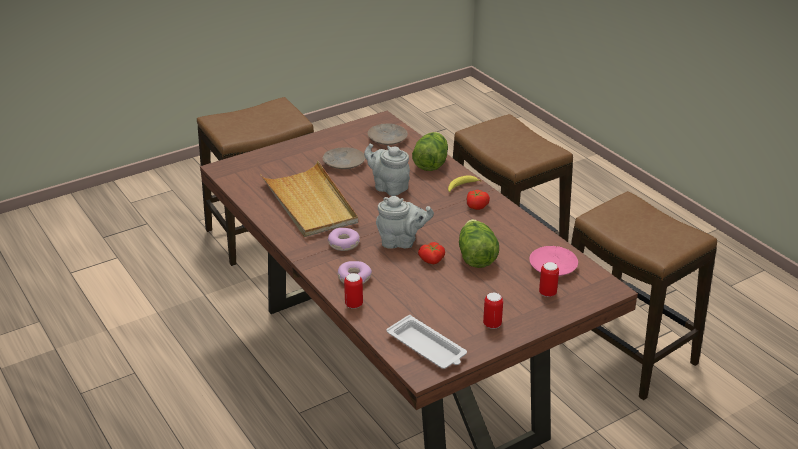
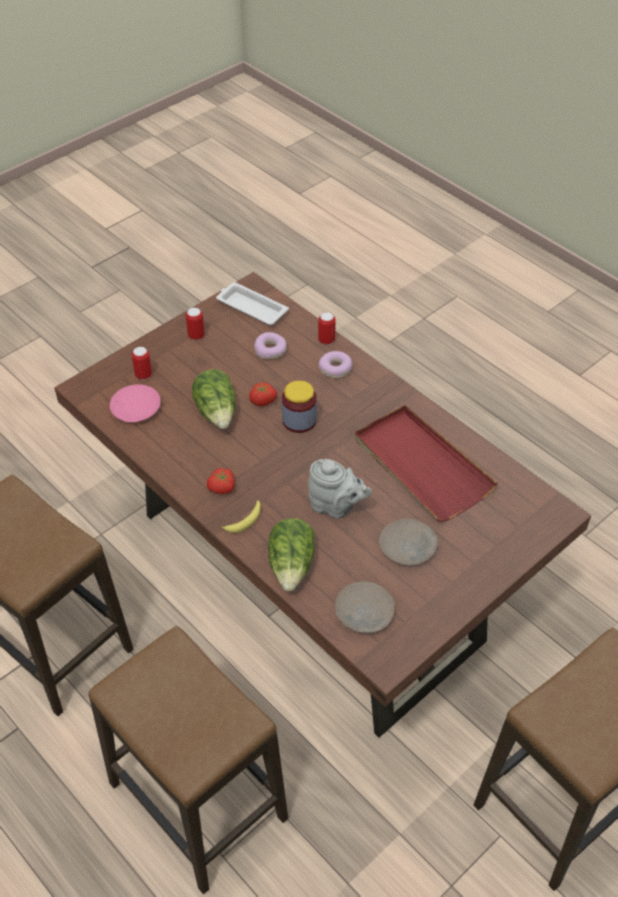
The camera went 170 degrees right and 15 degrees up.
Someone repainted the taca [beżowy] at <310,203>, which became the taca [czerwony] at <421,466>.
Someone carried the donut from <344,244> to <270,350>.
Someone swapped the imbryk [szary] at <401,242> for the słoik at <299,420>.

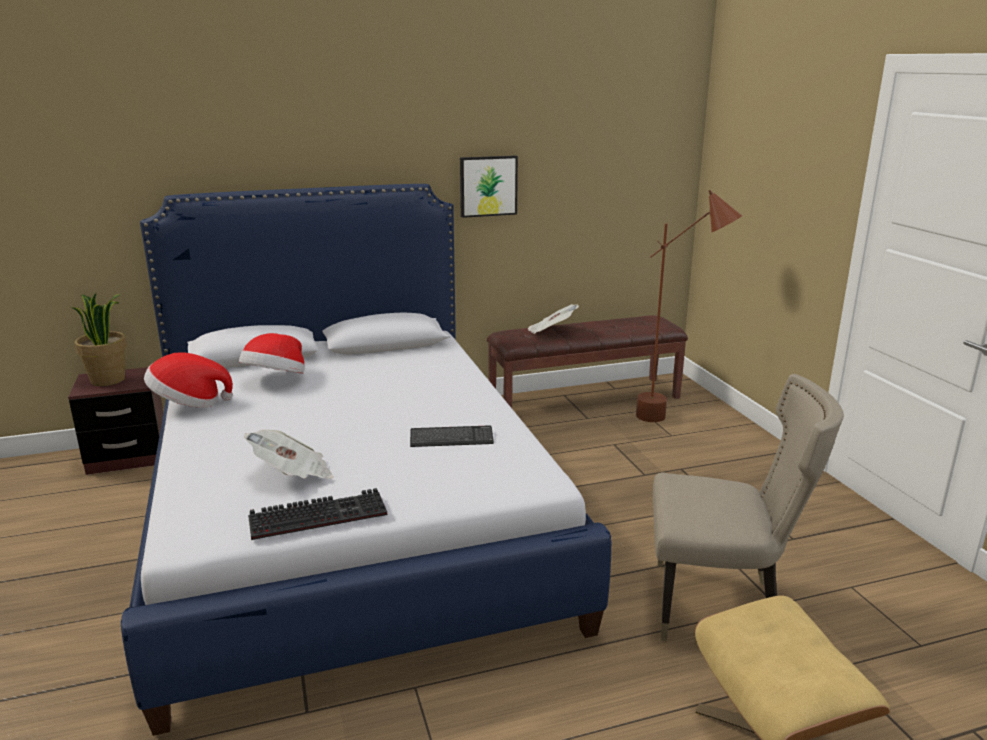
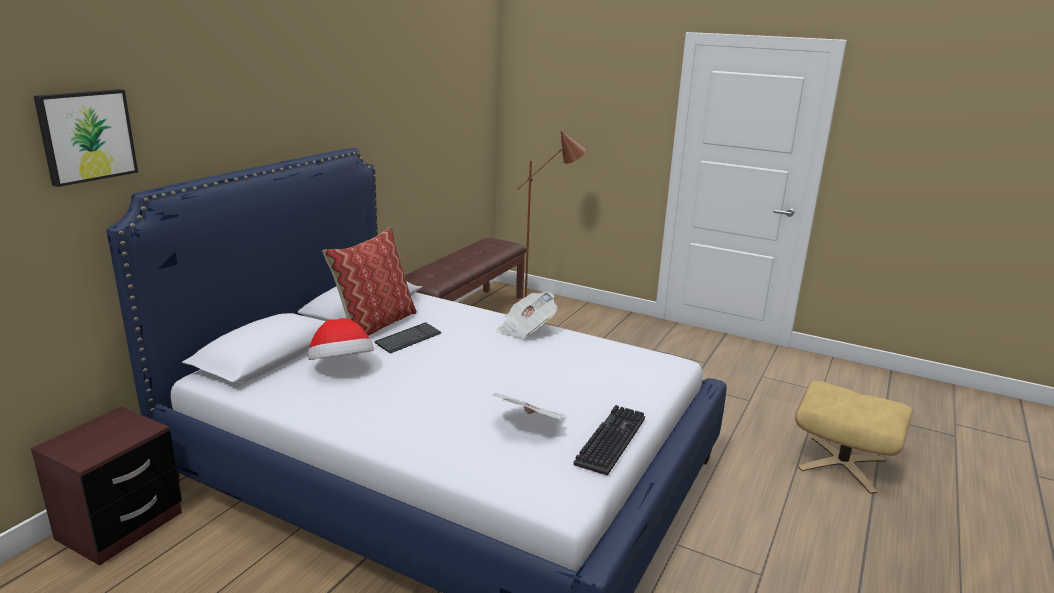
The camera went 45 degrees left and 0 degrees up.
Someone took away the roślina doniczkowa at <109,379>.
Someone took away the kapelusz at <189,403>.
Someone carried the klawiatura from <451,438> to <408,339>.
Someone carried the obraz from <488,186> to <86,136>.
Someone carried the gazeta from <551,332> to <525,329>.
Someone took away the krzesło [beżowy] at <720,605>.
Someone put down the poduszka at <375,324>.

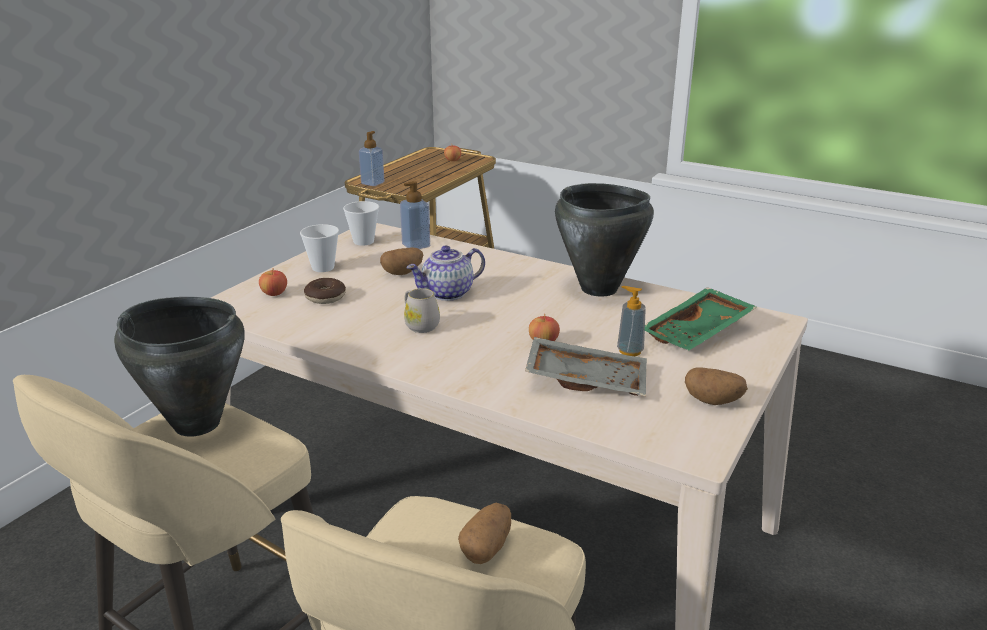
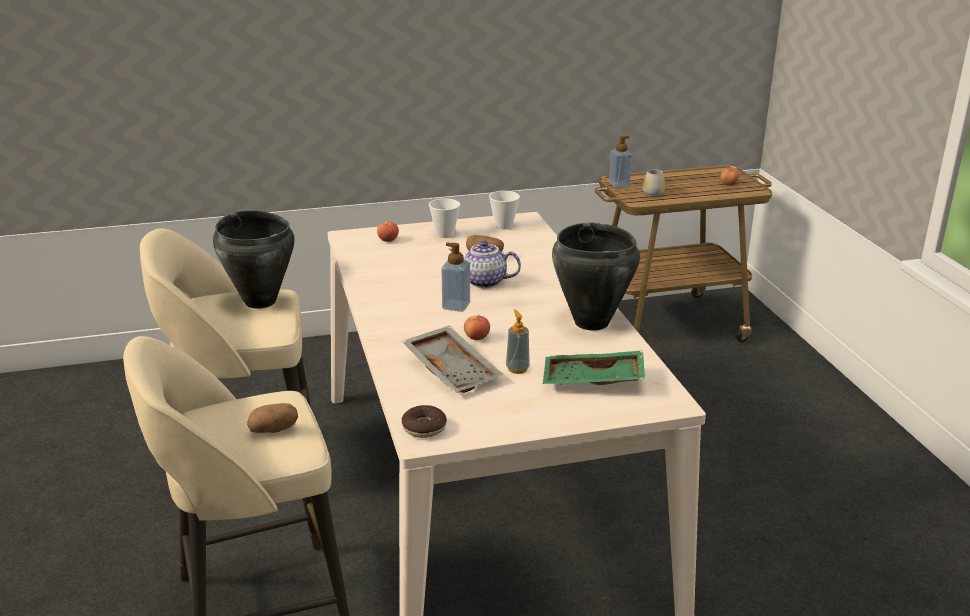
The camera went 45 degrees right and 0 degrees up.
Someone carried the donut from <325,297> to <424,428>.
Someone carried the dozownik mydła from <416,245> to <456,306>.
Someone carried the kubek [biały] from <419,325> to <653,192>.
Someone took away the ziemniak at <713,401>.

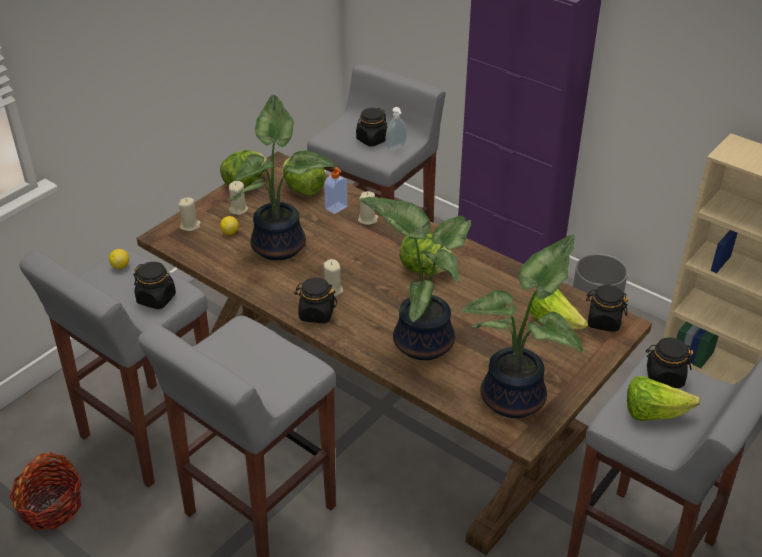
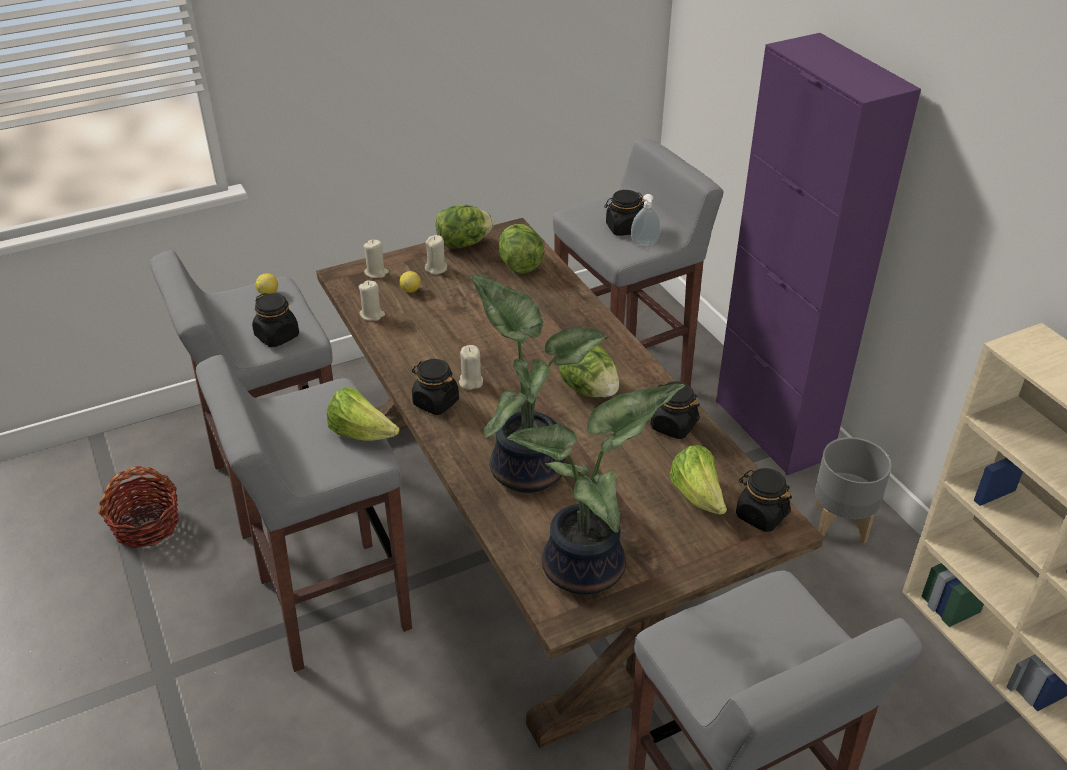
The camera went 25 degrees right and 0 degrees up.
Someone took away the roślina doniczkowa at <281,245>.
Someone took away the dozownik mydła at <337,208>.
Someone carried the świeca [beżowy] from <368,219> to <372,314>.
Someone carried the sałata from <653,413> to <361,433>.
Someone carried the słoik [czarny] from <664,377> to <673,426>.

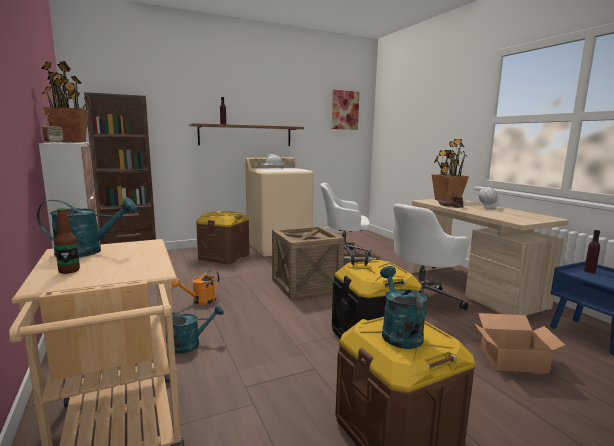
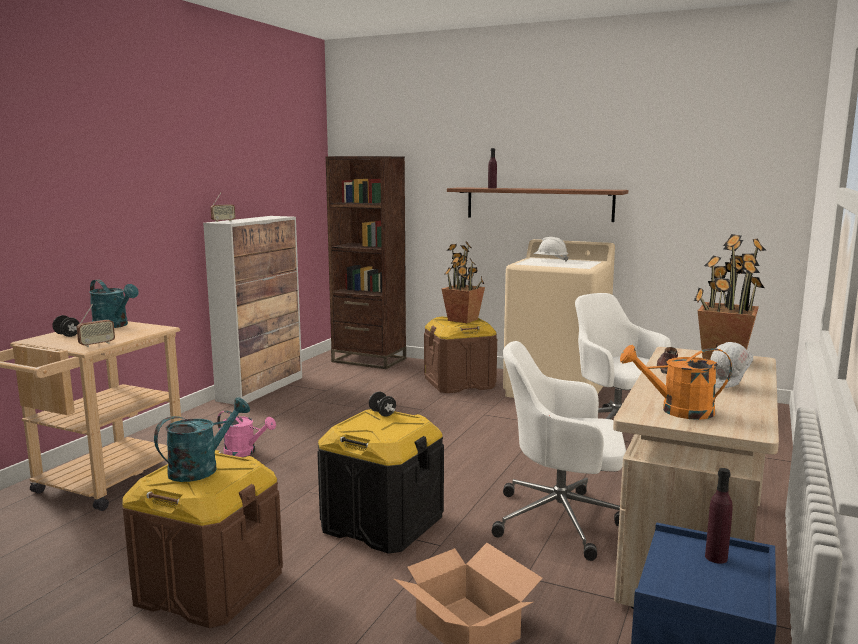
The camera went 50 degrees right and 0 degrees up.
Someone carried the roślina doniczkowa from <71,142> to <462,320>.
Someone swapped the butelka at <69,270> for the hantel [czarny] at <67,335>.
Someone repainted the konewka [turkusowy] at <190,344>, which became the konewka [różowy] at <245,452>.
Someone carried the konewka [pomarańczowy] from <200,301> to <677,411>.
Someone took away the skrzynka at <306,285>.
Someone took away the obraz at <345,110>.
Someone put down the radio at <97,344>.

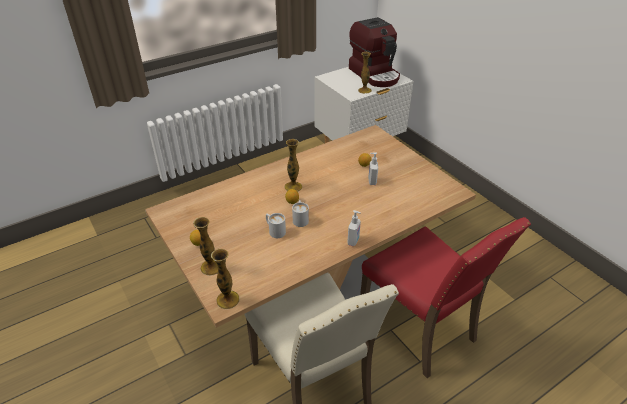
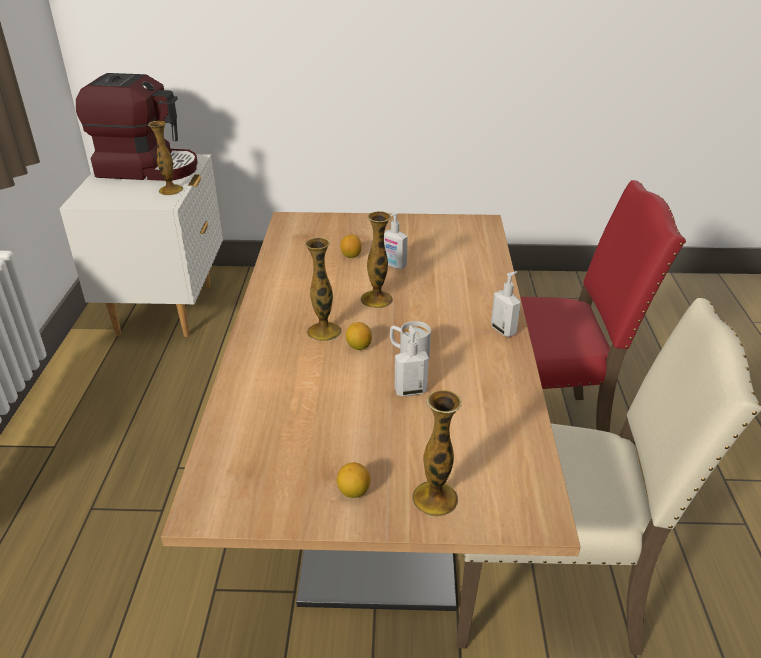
The camera went 55 degrees left and 5 degrees down.
Someone carried the wazon from <228,299> to <376,299>.
Someone swapped the kubek [biały] at <274,231> for the dozownik mydła at <410,391>.

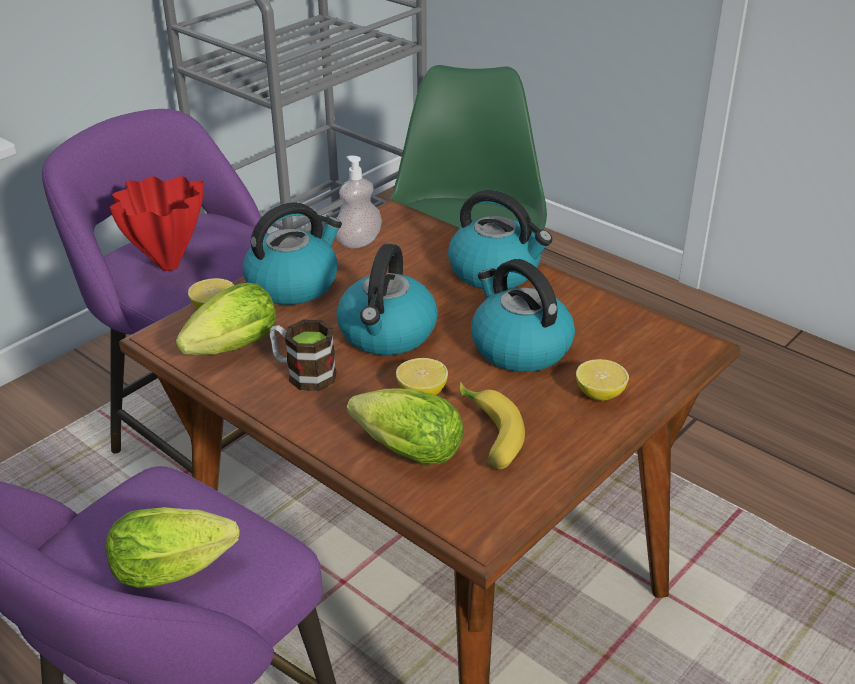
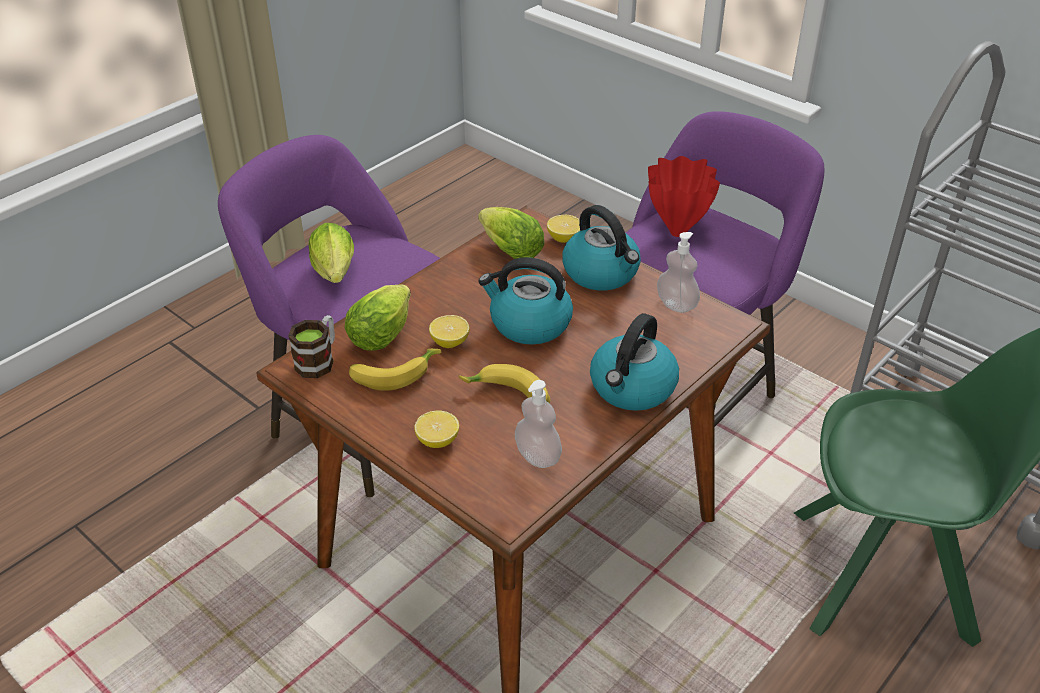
The camera went 90 degrees right and 5 degrees up.
Someone carried the kubek from <303,374> to <319,360>.
Someone swapped the czajnik at <519,347> for the banan at <508,397>.
Someone put down the dozownik mydła at <537,456>.

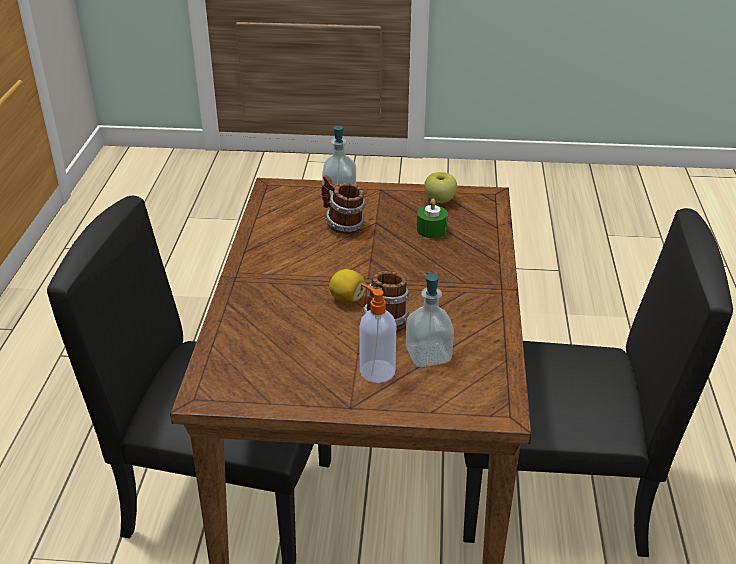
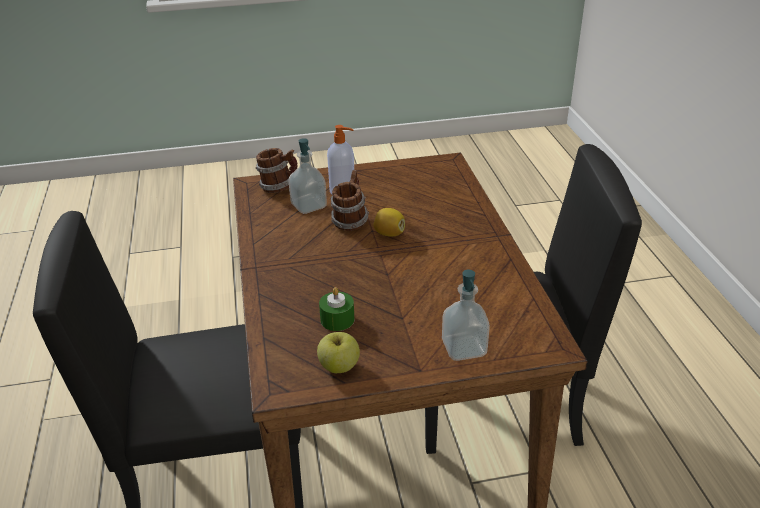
The camera went 165 degrees right and 0 degrees up.
Someone carried the kubek from <342,225> to <279,187>.

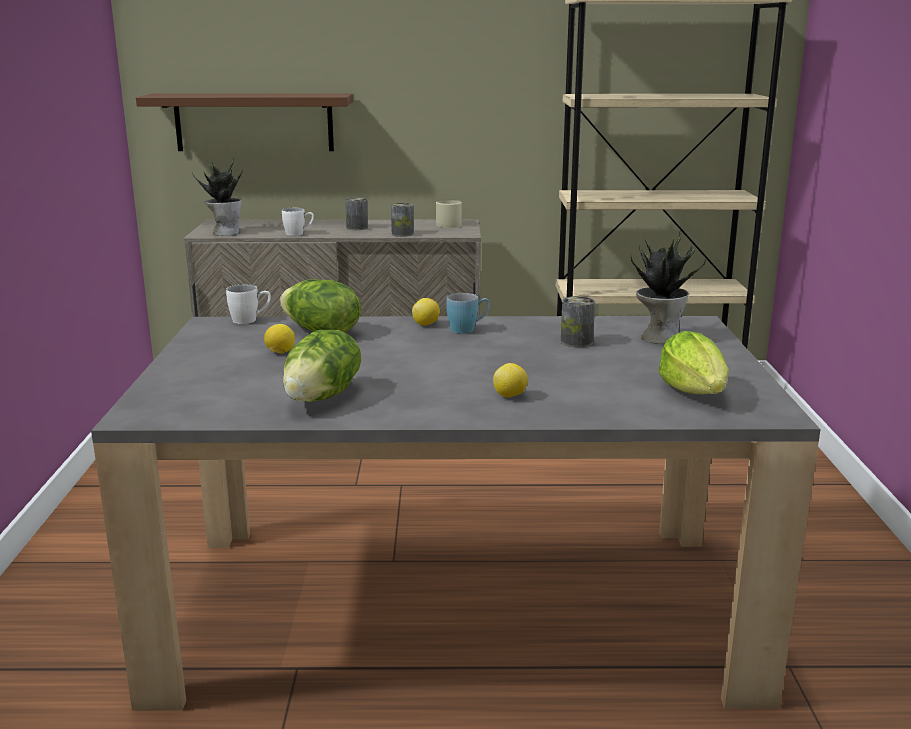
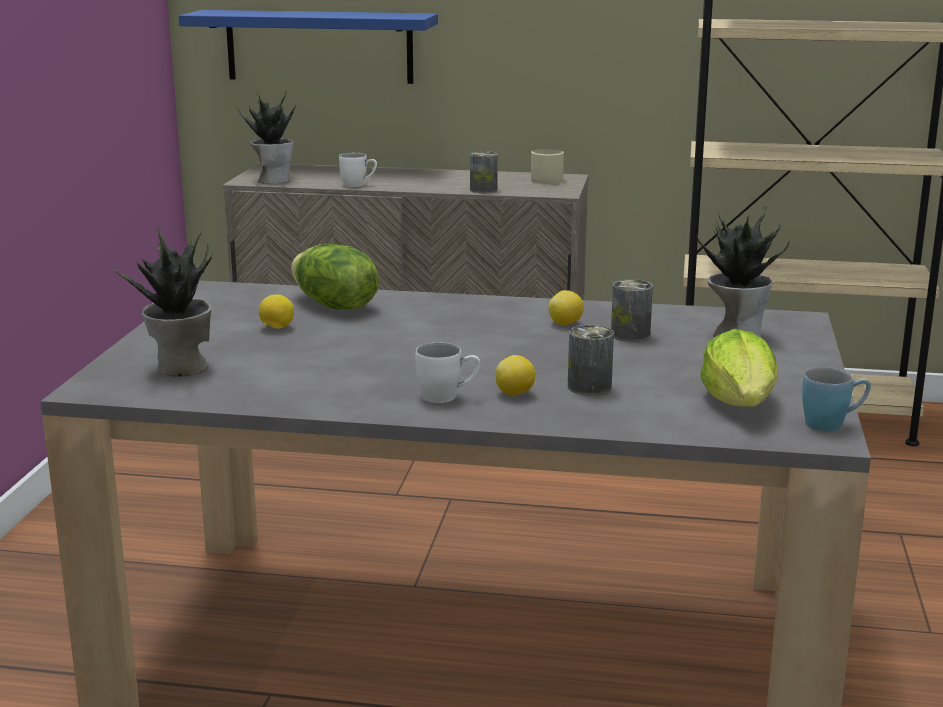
The camera went 10 degrees right and 0 degrees up.
Someone repainted the półka [brązowy] at <254,122>, which became the półka [niebieski] at <319,46>.
Someone carried the kubek [biały] from <250,320> to <448,397>.
Someone took away the sałata at <323,396>.
Someone carried the puszka from <357,228> to <589,387>.
Someone carried the cytryna from <426,324> to <566,324>.
Someone carried the kubek [niebieski] from <468,329> to <833,424>.
Someone put down the roślina doniczkowa at <180,368>.

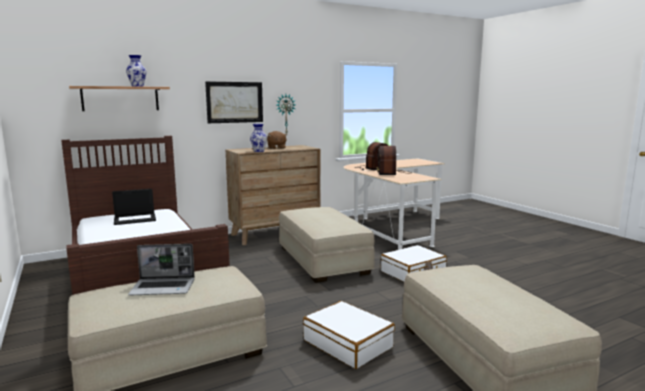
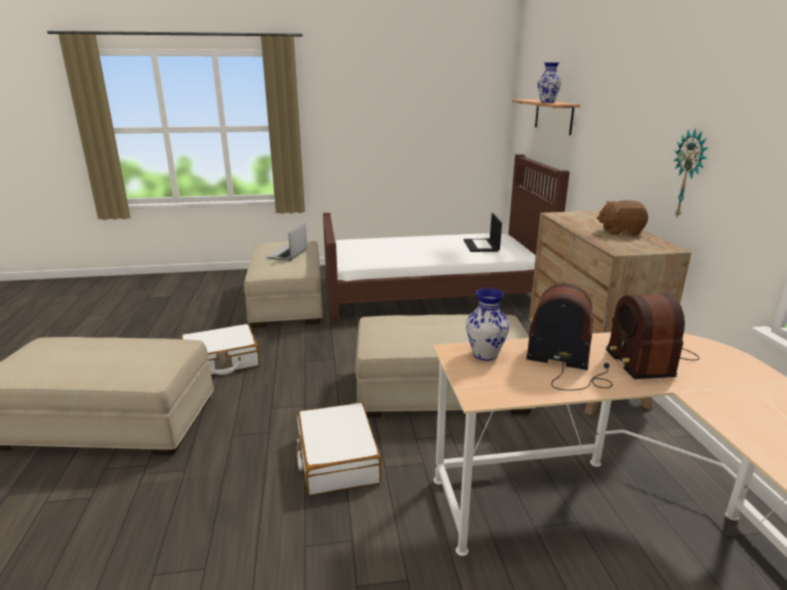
The camera went 110 degrees right and 10 degrees up.
Someone took away the obraz at <234,102>.
Someone carried the wazon from <259,151> to <484,355>.

